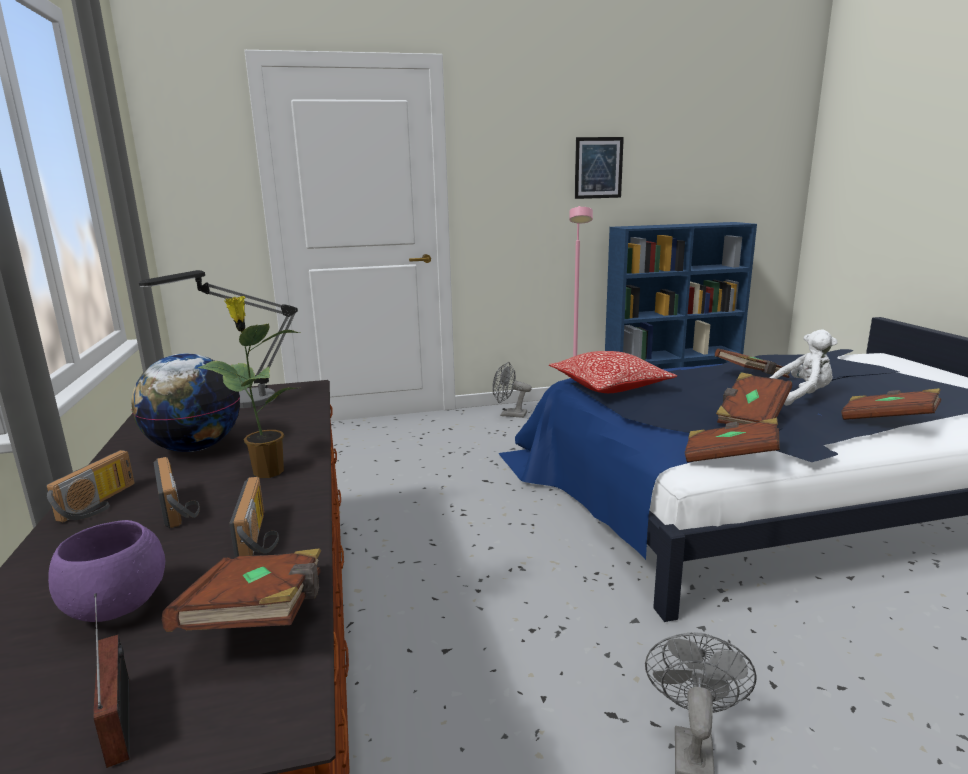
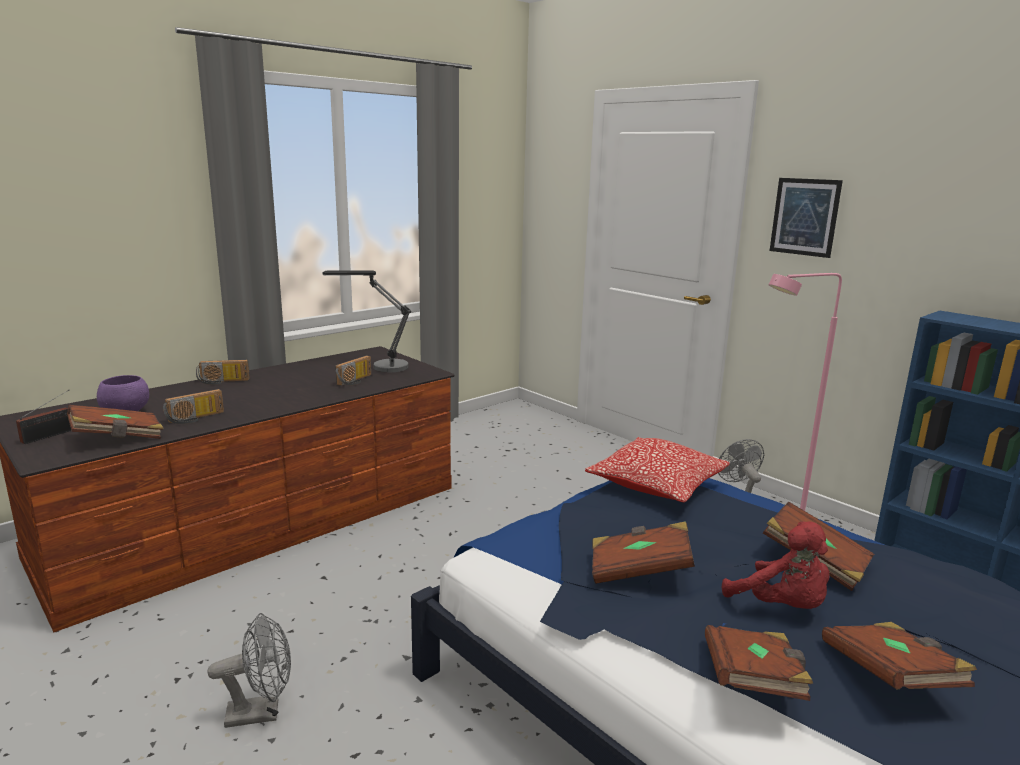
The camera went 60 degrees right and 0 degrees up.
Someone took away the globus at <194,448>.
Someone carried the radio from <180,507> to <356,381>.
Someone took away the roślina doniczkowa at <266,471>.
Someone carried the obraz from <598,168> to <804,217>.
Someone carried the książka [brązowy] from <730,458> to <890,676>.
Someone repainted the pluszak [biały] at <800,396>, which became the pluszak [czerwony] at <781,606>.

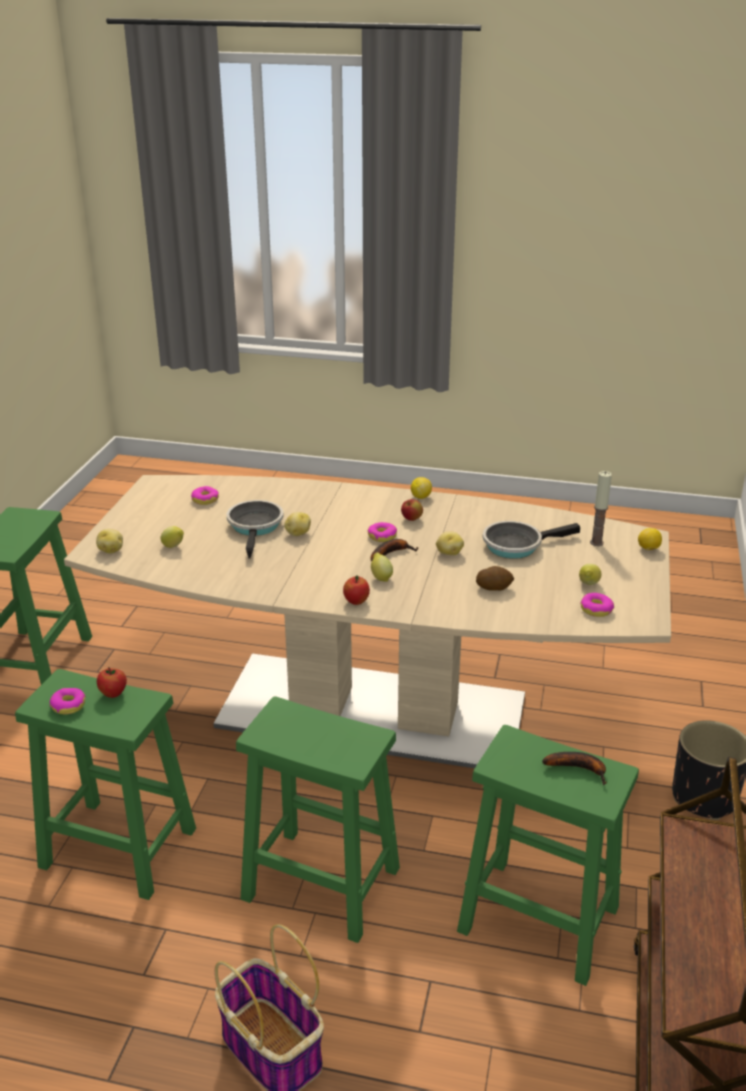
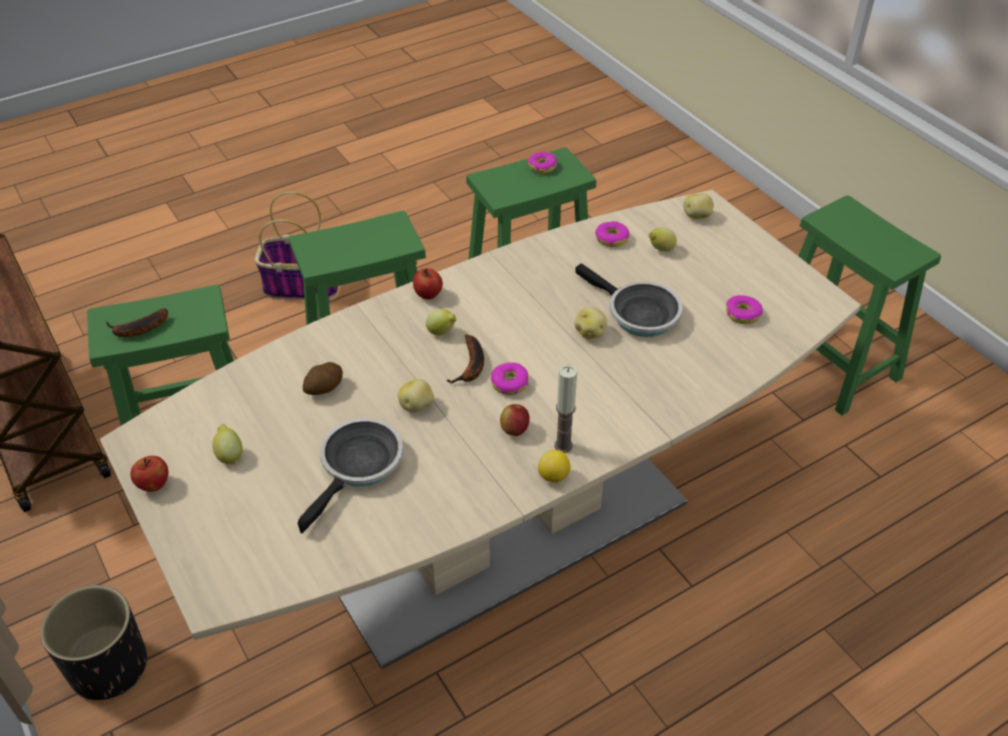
The camera went 135 degrees right and 15 degrees up.
Someone carried the jabłko from <113,693> to <154,485>.
Someone carried the donut from <596,609> to <611,238>.
Someone carried the świeca from <596,542> to <563,445>.
Someone took away the cytryna at <648,549>.

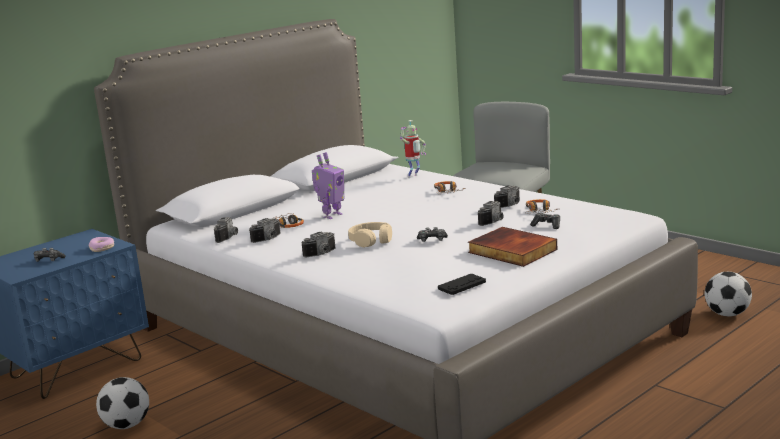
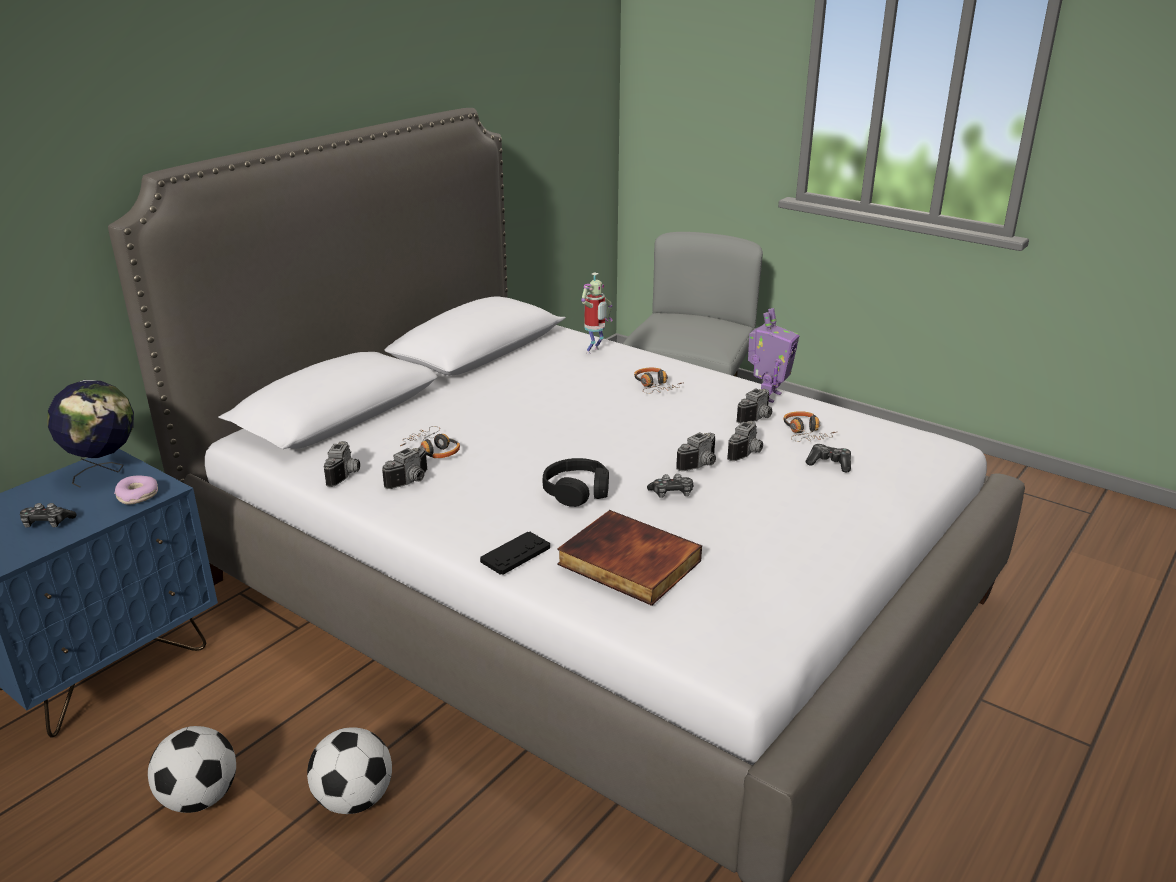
The camera went 10 degrees left and 10 degrees up.
Someone carried the aparat fotograficzny from <322,254> to <701,465>.
Someone carried the robot zabawkowy from <331,215> to <768,396>.
Someone repainted the słuchawki [beżowy] at <371,241>, which became the słuchawki [czarny] at <577,491>.
Someone carried the pad do gier [czarny] from <462,285> to <515,554>.
Someone carried the książka from <511,251> to <627,563>.
Someone carried the piłka futbolowa from <727,314> to <354,799>.
Someone put down the globus at <105,471>.

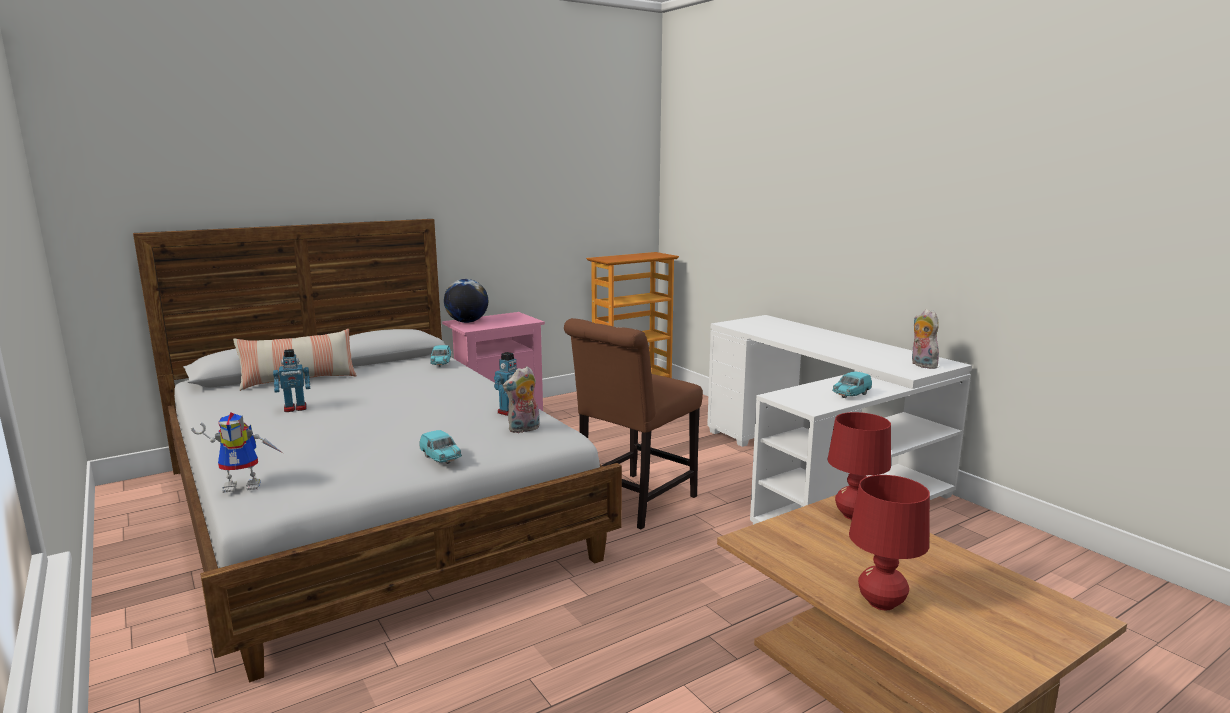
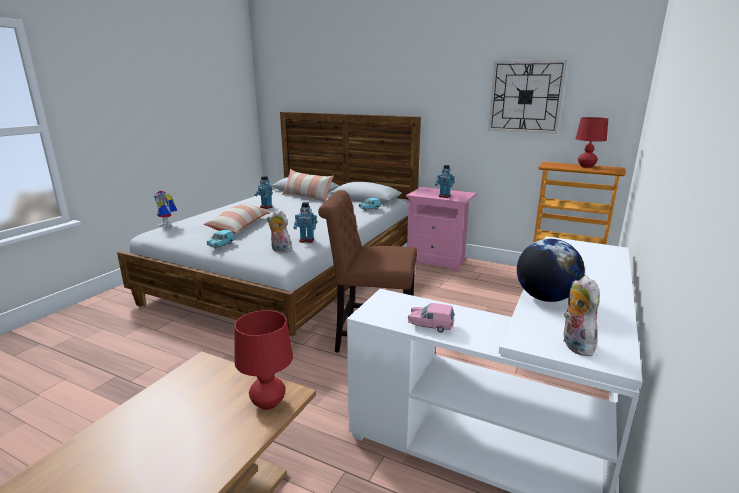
The camera went 60 degrees right and 5 degrees up.
Someone carried the globus from <467,322> to <545,298>.
Someone repainted the samochodzik [turkusowy] at <851,395>, which became the samochodzik [różowy] at <430,326>.
Someone carried the lampa stołowa [czerwony] from <881,603> to <586,167>.
Someone rotated the pluszak at <921,365> by 45 degrees counterclockwise.
Someone put down the poduszka at <239,226>.
Someone put down the robot zabawkowy at <444,196>.
Someone put up the zegar ścienny at <525,97>.

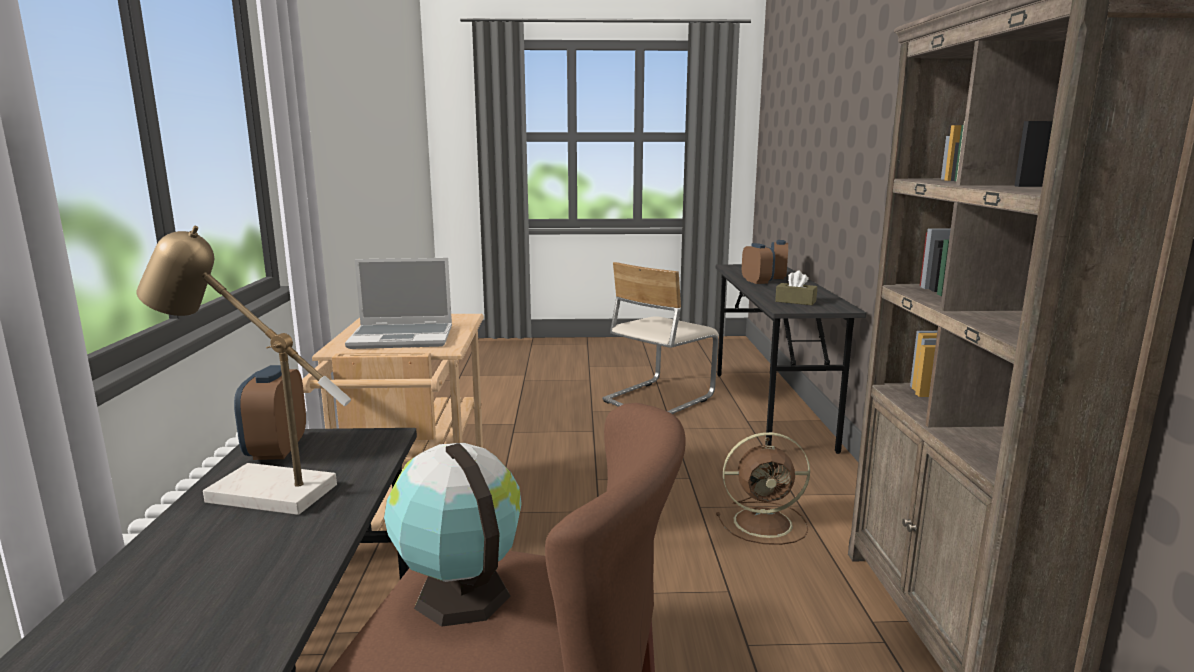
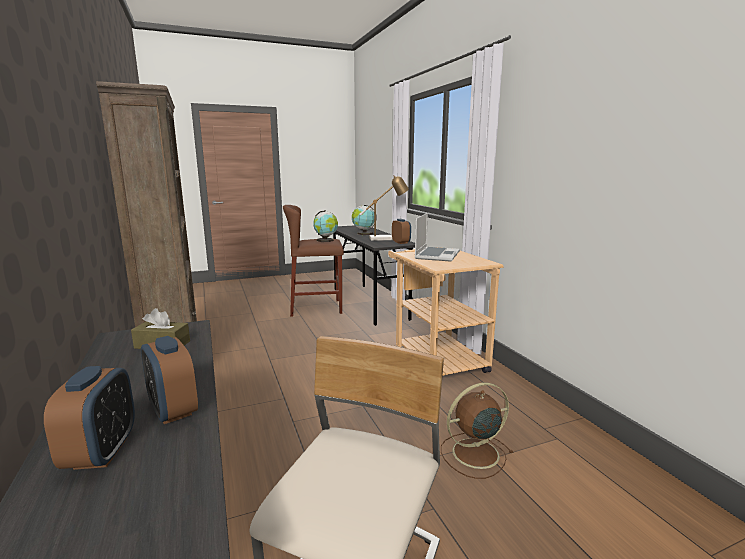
The camera went 160 degrees right and 0 degrees up.
Someone rotated the laptop at <403,338> by 135 degrees clockwise.
Someone carried the wentylator [brązowy] from <765,523> to <473,454>.
Someone put down the globus at <363,233>.

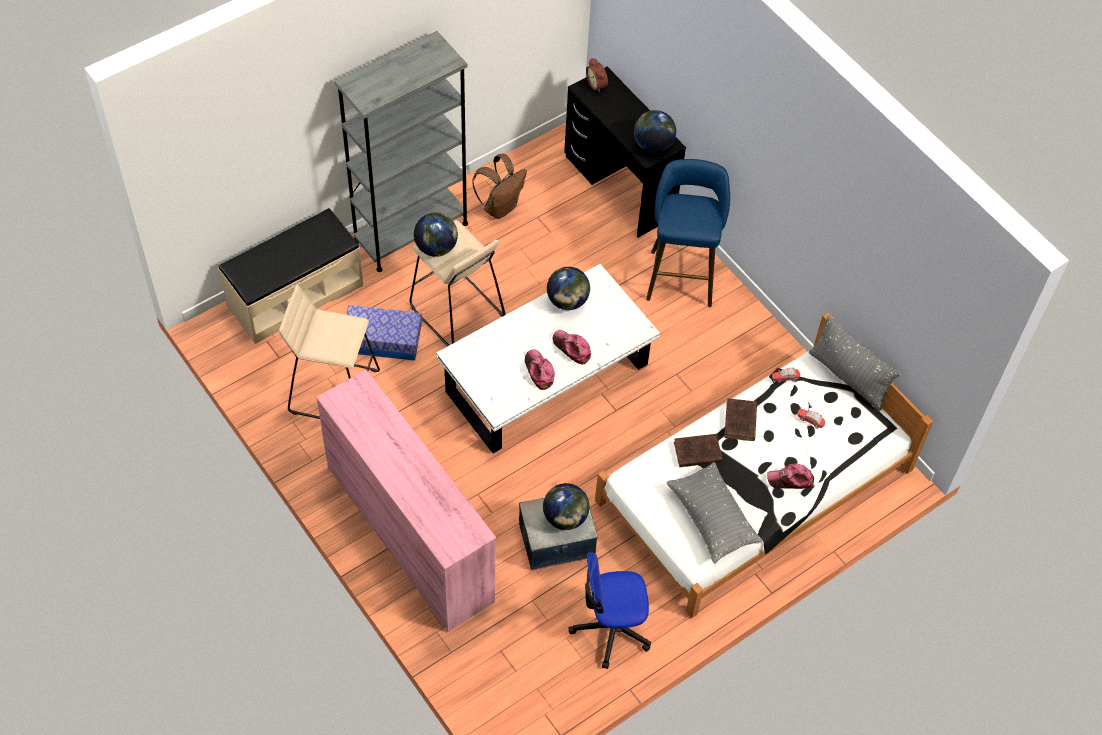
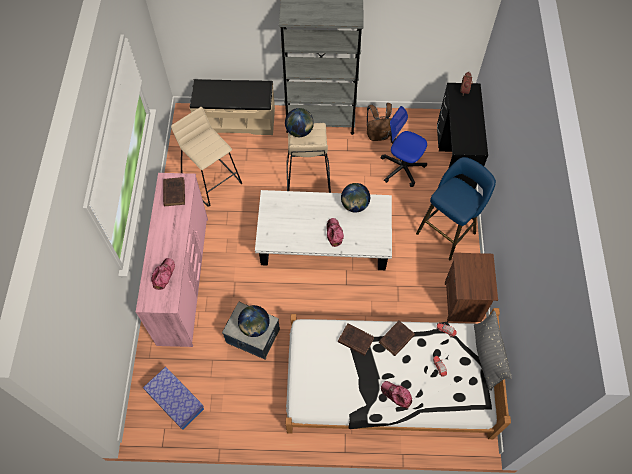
The camera went 40 degrees right and 5 degrees up.
Someone carried the pojemnik do przechowywania from <383,341> to <176,401>.
Someone carried the czapka z daszkiem from <539,371> to <163,275>.
Someone carried the krzesło biurowe from <611,628> to <402,167>.
Someone took away the globus at <653,145>.
Someone took away the poduszka [szary] at <712,518>.
Someone put down the książka [brązowy] at <174,192>.
Someone put down the szafka nocna [brązowy] at <463,302>.

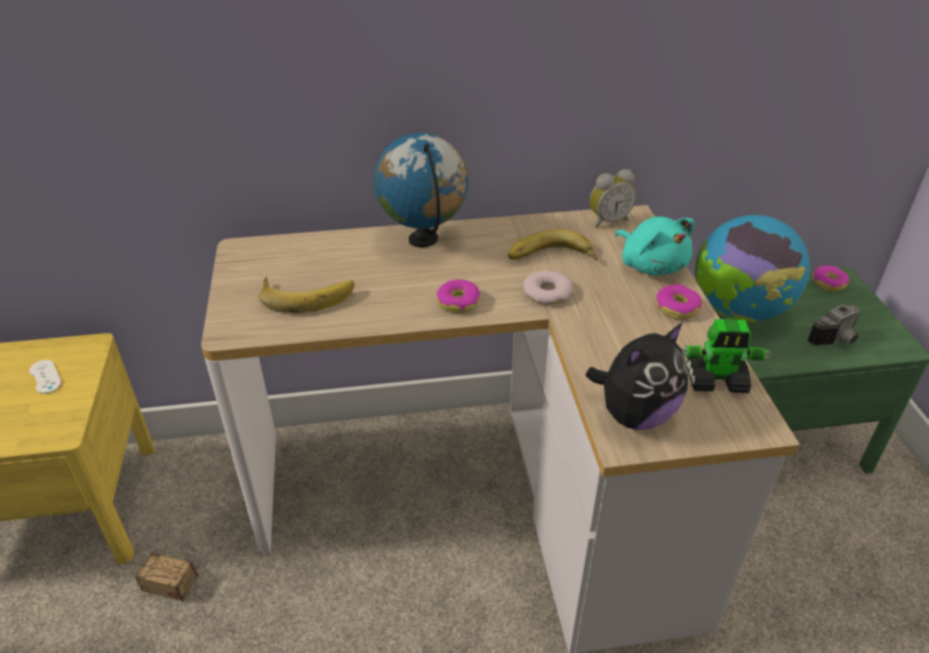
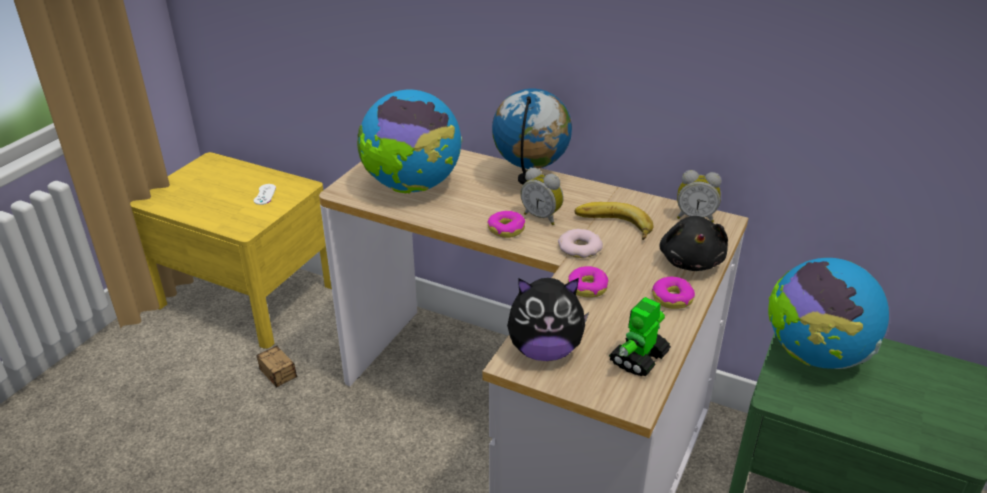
The camera went 35 degrees right and 5 degrees down.
Someone swapped the banan at <306,294> for the globus at <412,187>.
Someone repainted the pluszak [turkusowy] at <651,264>, which became the pluszak [czarny] at <691,261>.
Someone rotated the robot zabawkowy at <717,380> by 90 degrees clockwise.
Someone took away the aparat fotograficzny at <837,340>.
Someone carried the donut from <828,283> to <587,287>.
Someone put down the budzik at <542,217>.

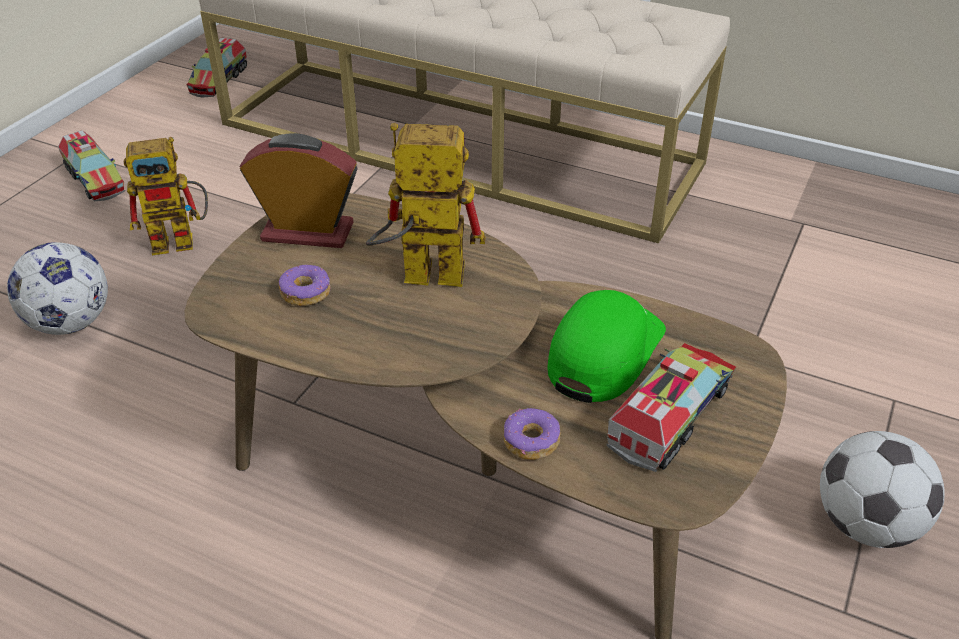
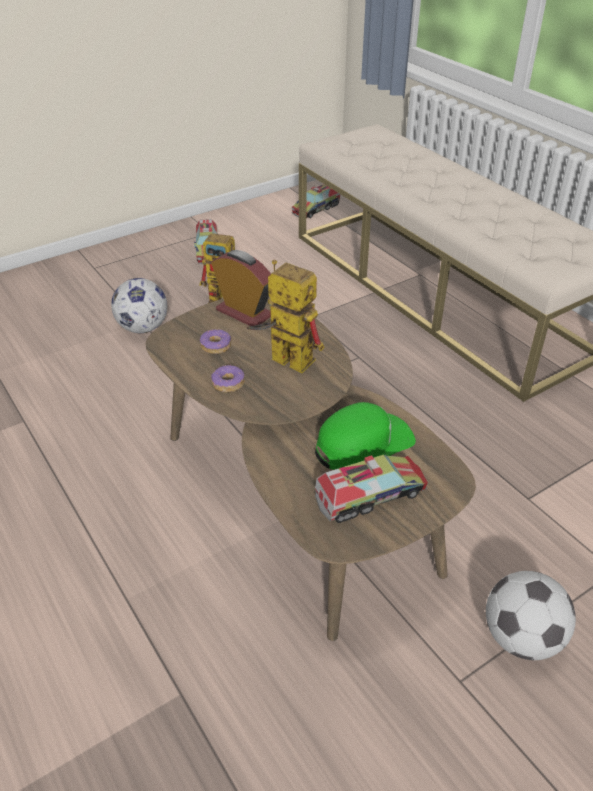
The camera went 30 degrees right and 0 degrees up.
Someone carried the donut from <531,441> to <228,384>.

